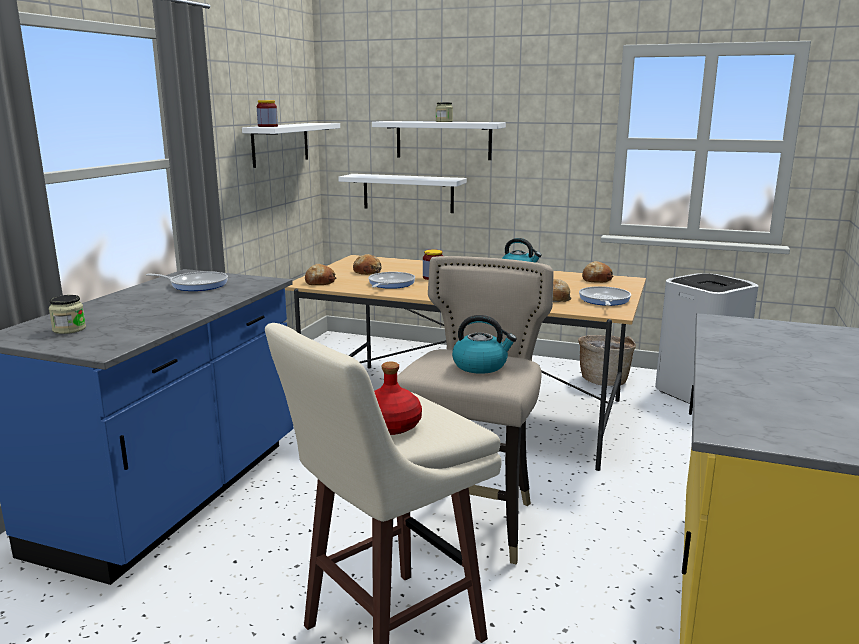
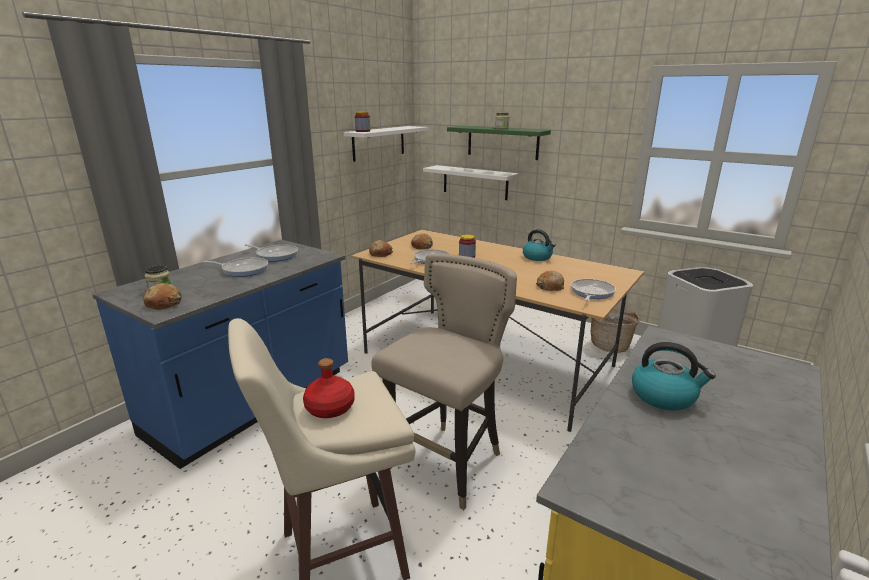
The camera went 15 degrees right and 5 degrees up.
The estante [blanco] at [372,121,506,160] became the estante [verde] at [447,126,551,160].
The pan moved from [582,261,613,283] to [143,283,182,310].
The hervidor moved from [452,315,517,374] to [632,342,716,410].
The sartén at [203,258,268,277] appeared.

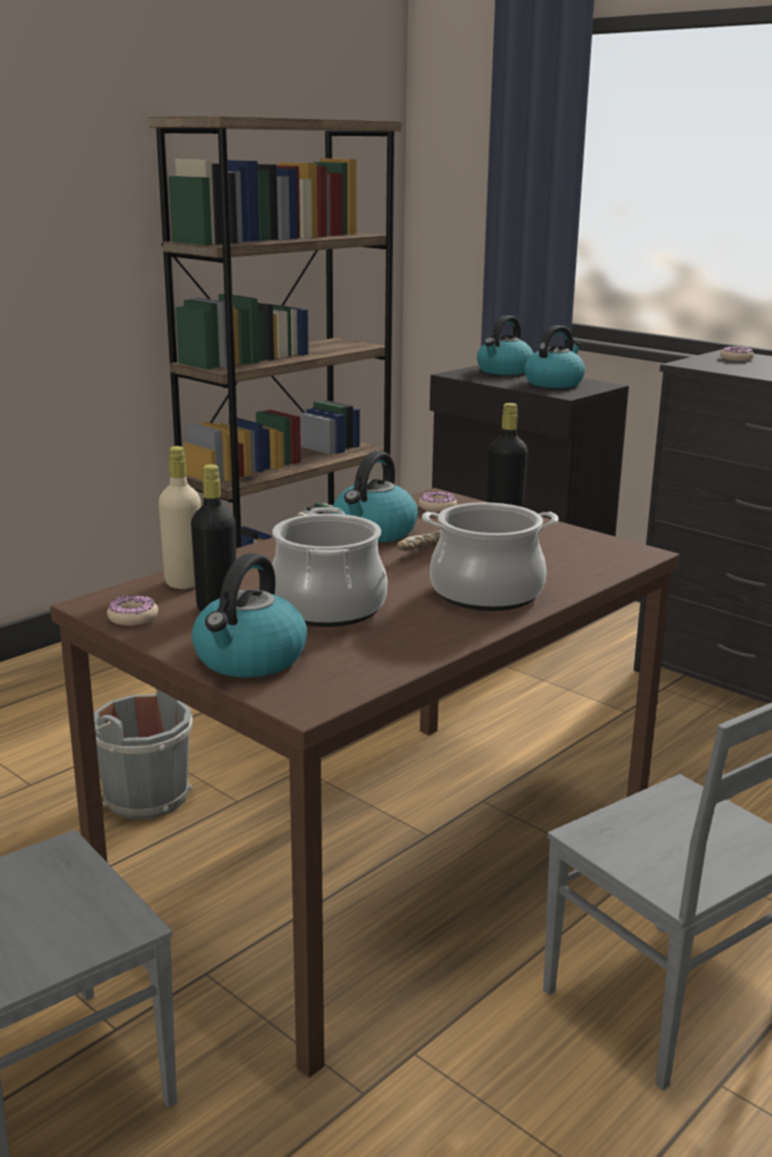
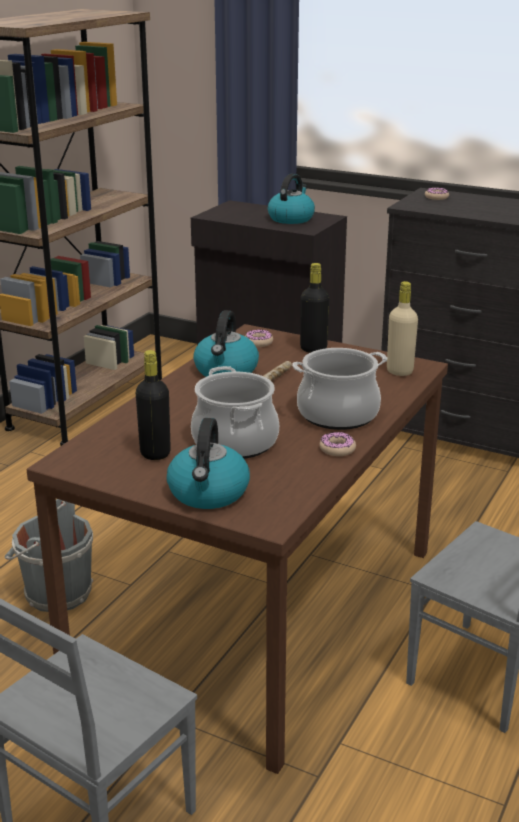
The camera went 15 degrees left and 5 degrees up.
The hervidor at [477,315,534,375] disappeared.
The botella [beis] moved from [158,446,201,589] to [387,281,418,376].
The rosquilla moved from [107,595,158,626] to [319,432,356,456].

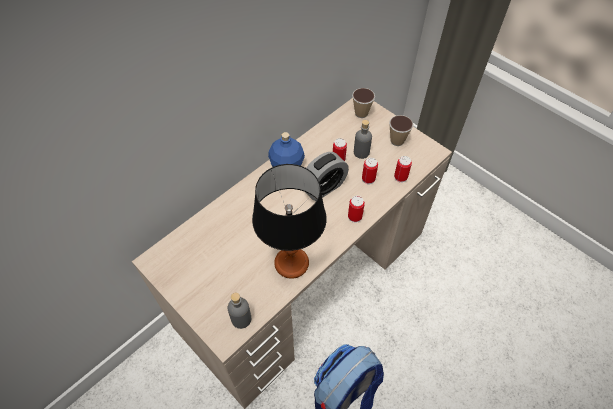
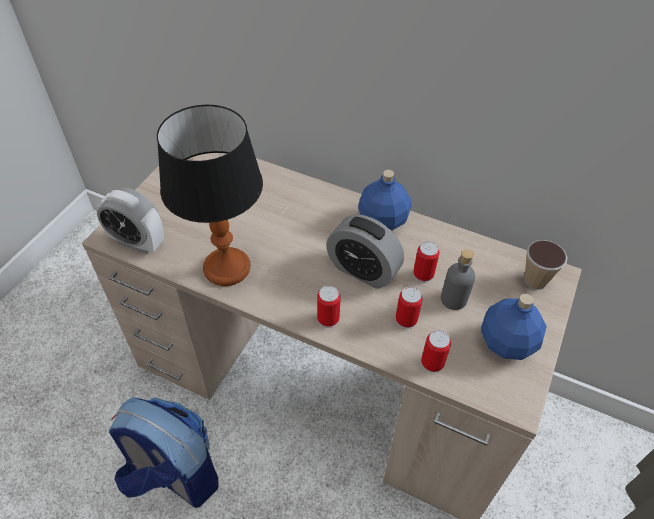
The camera went 70 degrees right and 5 degrees down.
The taza at [389,115,413,146] was replaced by the botella [azul] at [481,294,547,360].
The botella [gris] at [228,293,251,329] was replaced by the despertador at [96,188,164,254].

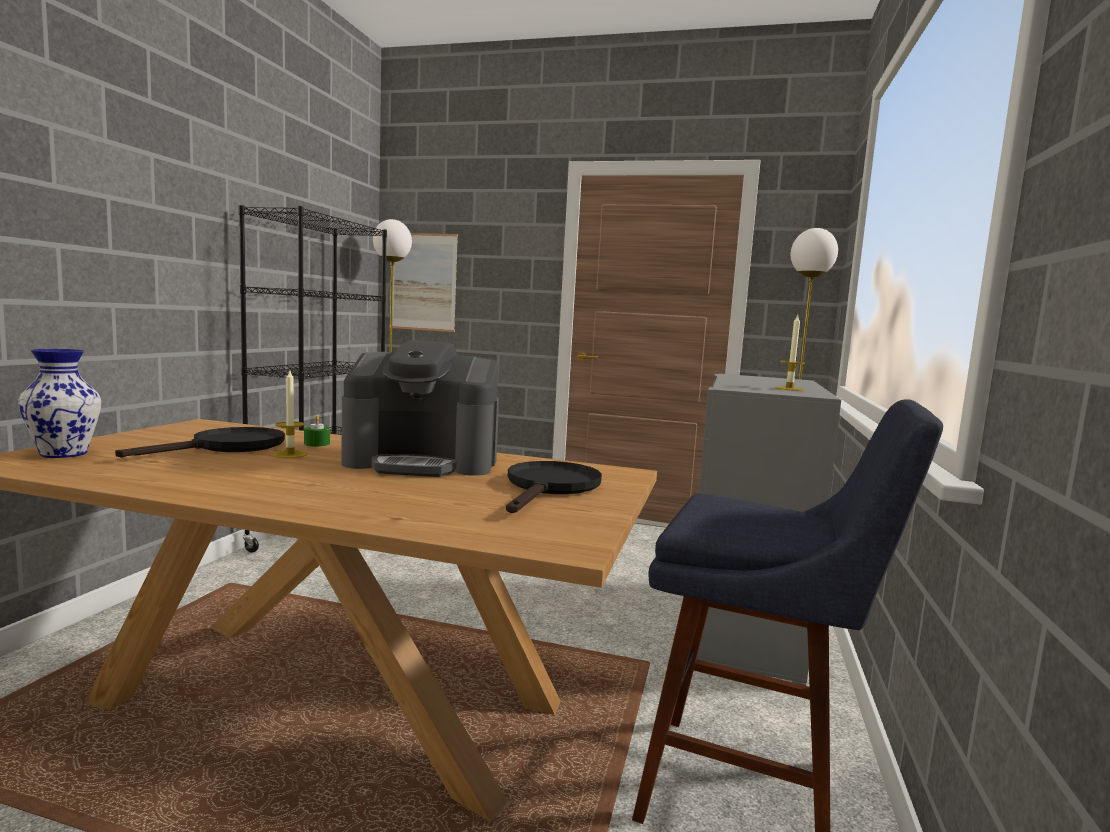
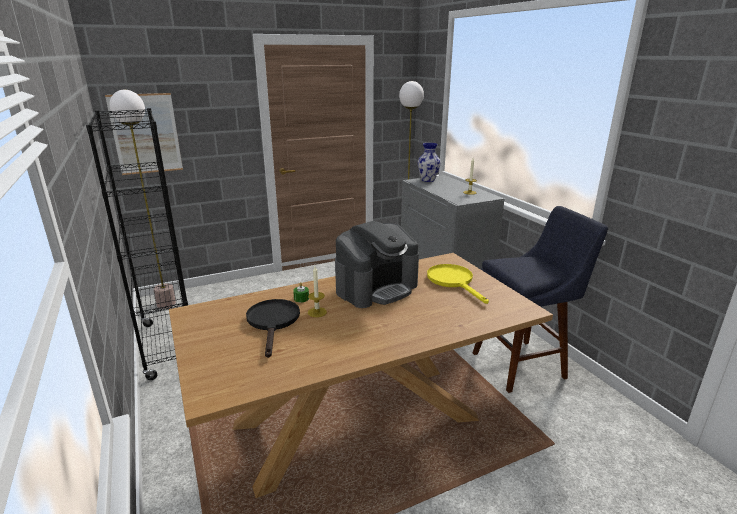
The camera went 40 degrees left and 15 degrees up.
The florero moved from [18,349,101,458] to [418,143,441,182].
The sartén [negro] at [506,461,602,513] became the sartén [amarillo] at [427,264,489,304].

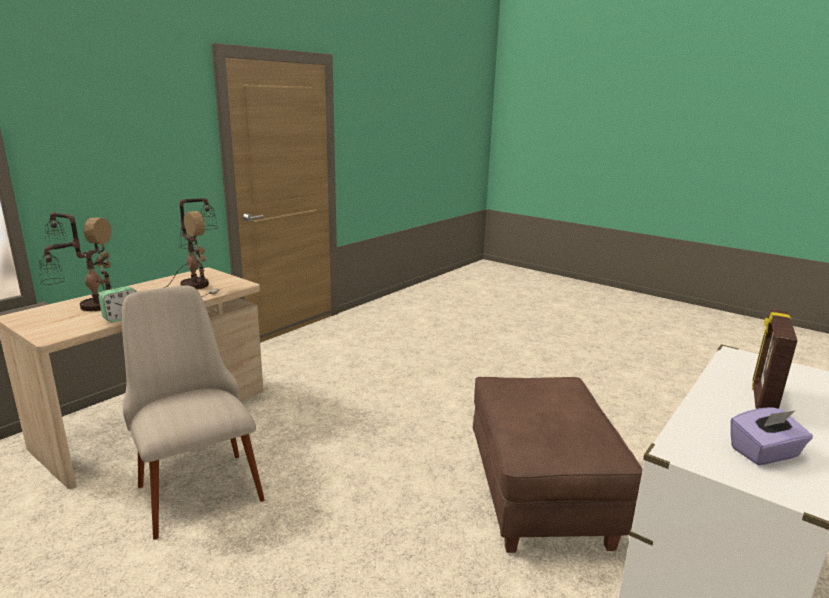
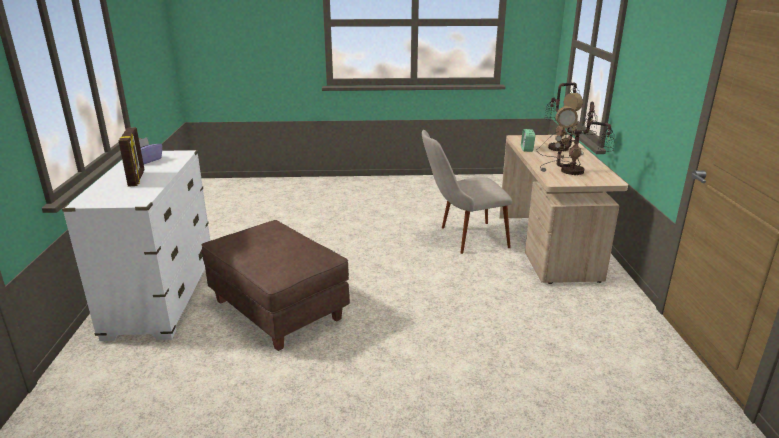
The camera went 140 degrees right and 5 degrees up.
The silla [beis] at [122,285,265,540] turned 150 degrees clockwise.

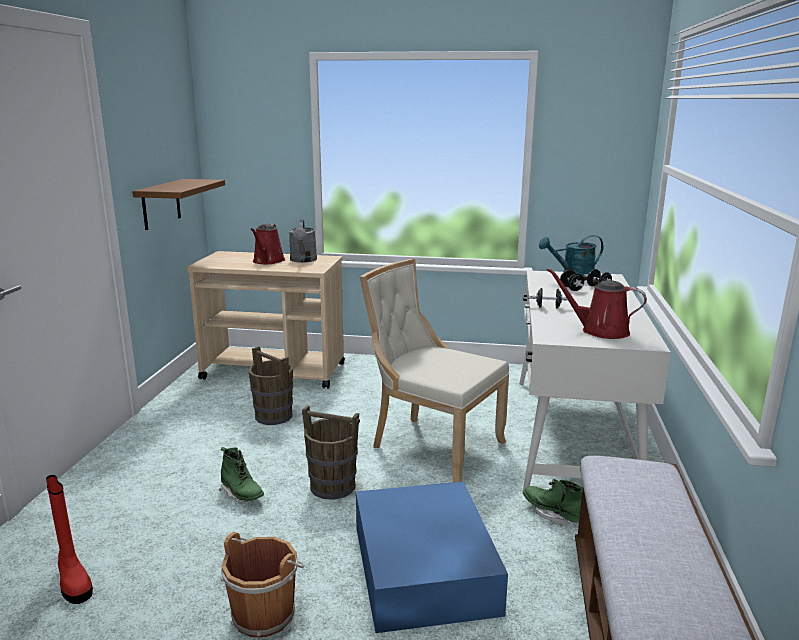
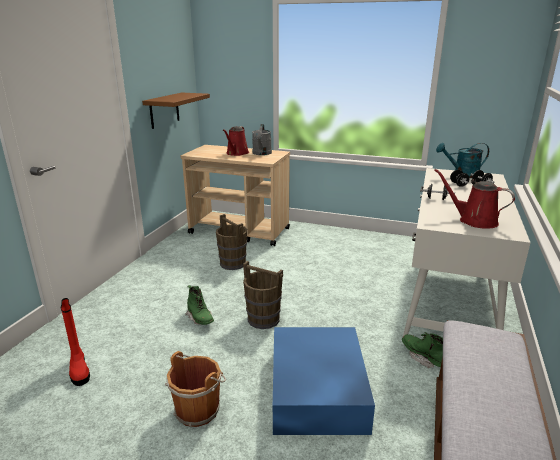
The camera went 10 degrees right and 5 degrees up.
The silla [beis] at [360,259,510,482] disappeared.

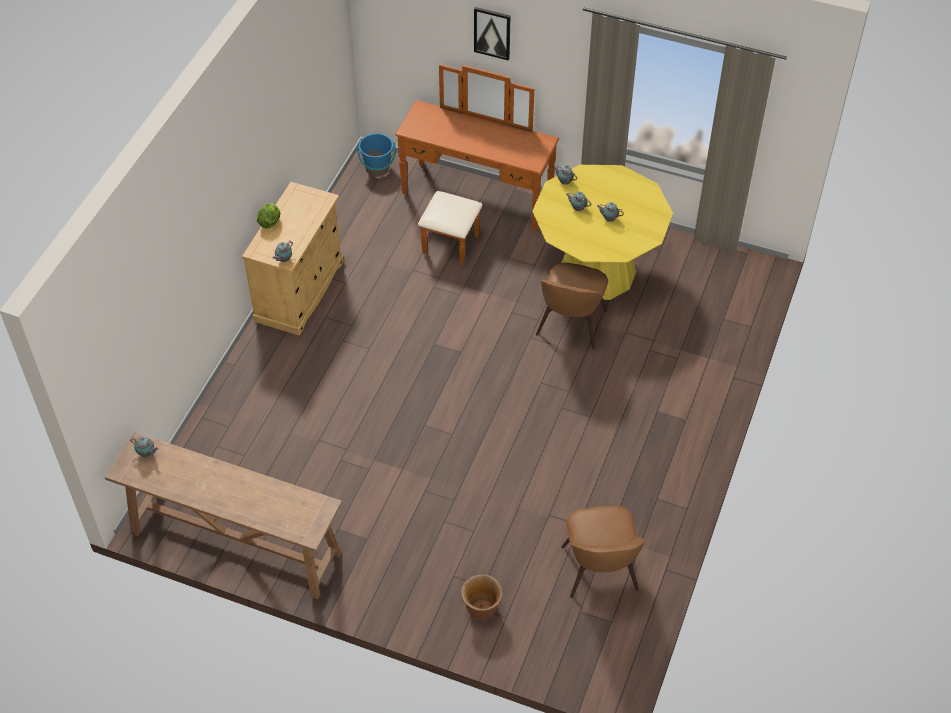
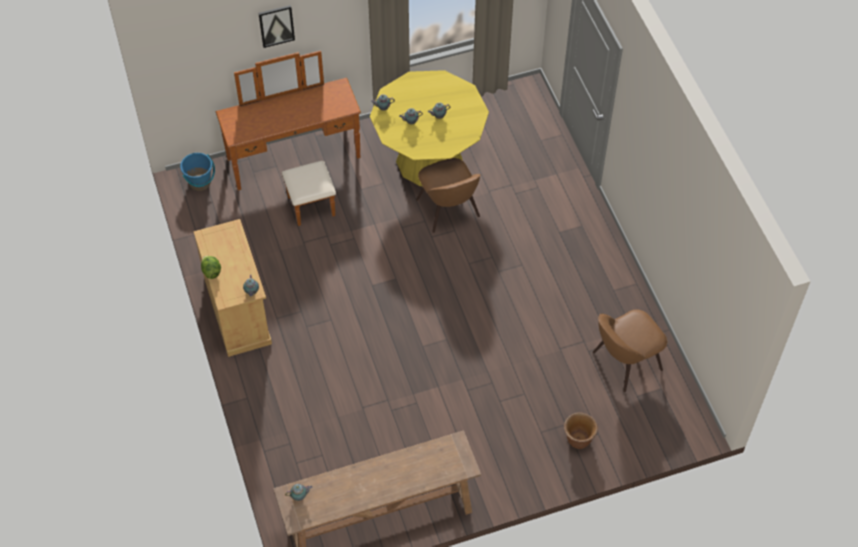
The camera went 40 degrees left and 5 degrees up.
The silla [marrón] at [561,506,645,598] turned 105 degrees clockwise.

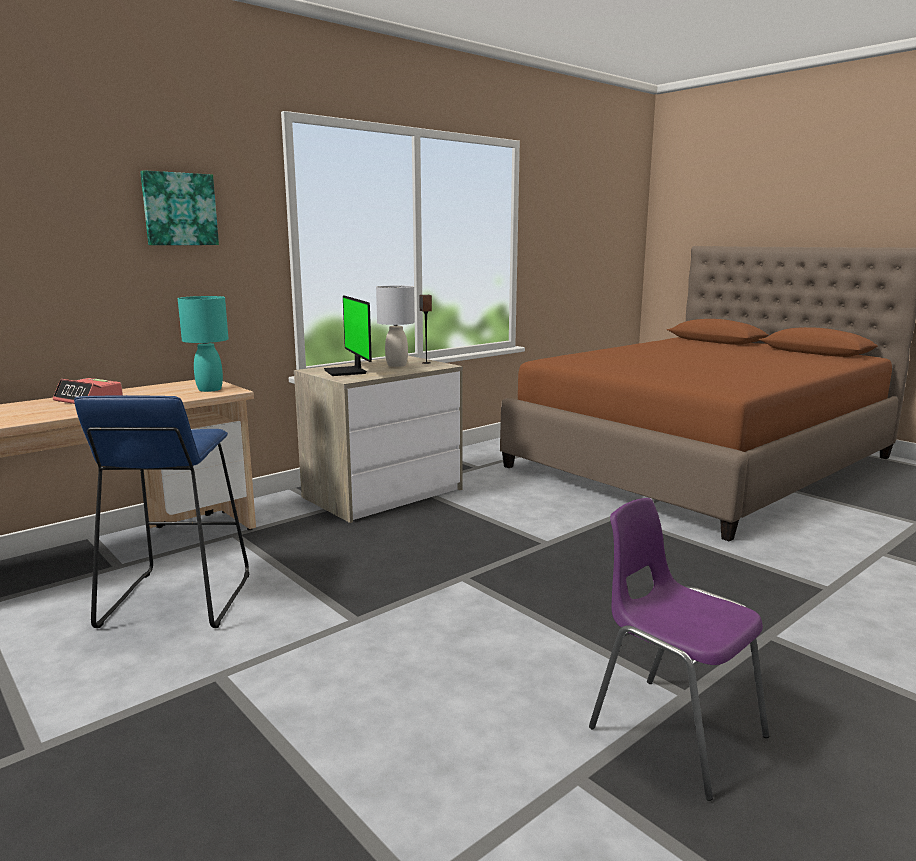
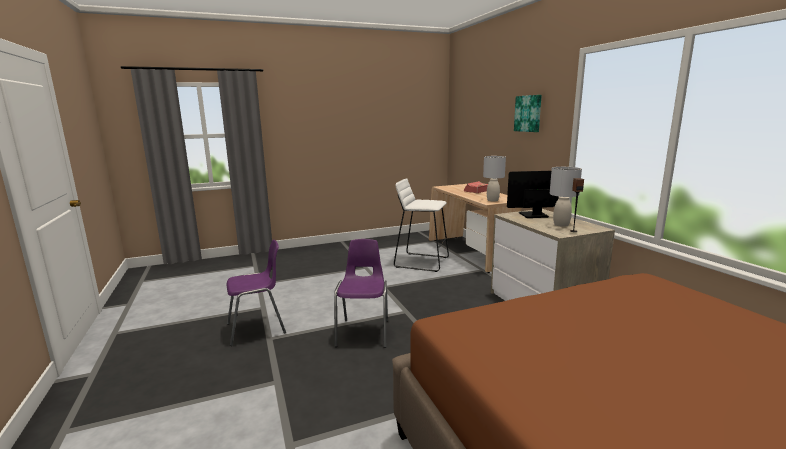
The camera went 110 degrees right and 0 degrees up.
The lámpara de mesa [turquesa] at [178,296,229,392] became the lámpara de mesa [gris] at [483,156,506,202].
The taburete [azul] at [74,395,249,628] became the taburete [blanco] at [394,178,449,272].
The silla [morado] at [334,239,388,348] appeared.

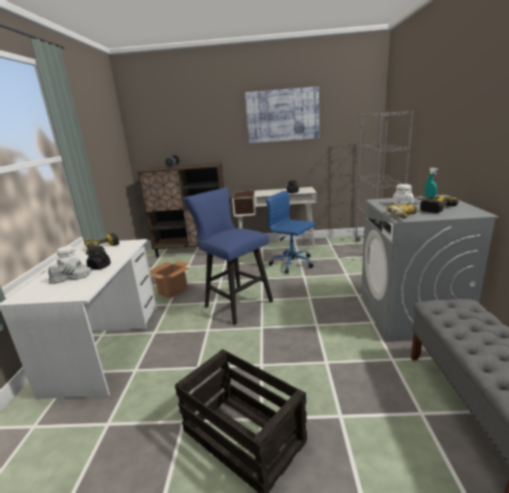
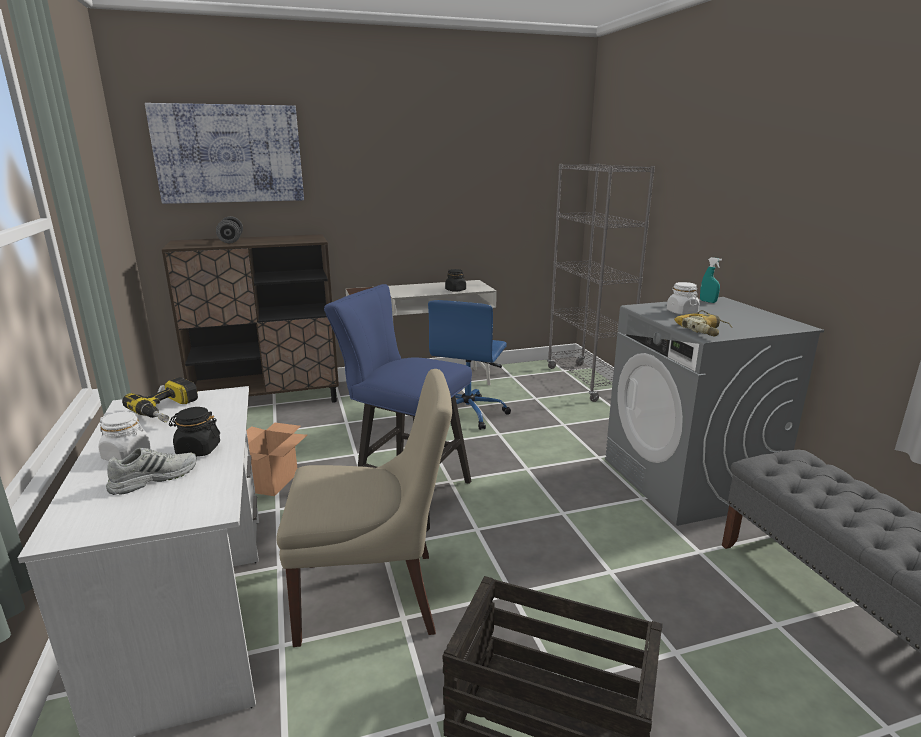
The camera went 20 degrees left and 0 degrees up.
The cuadro moved from [245,86,319,143] to [145,103,304,204].
The silla de oficina [azul] at [266,191,315,273] turned 90 degrees counterclockwise.
The taladro at [418,196,458,213] disappeared.
The silla [beis] at [276,369,452,647] appeared.

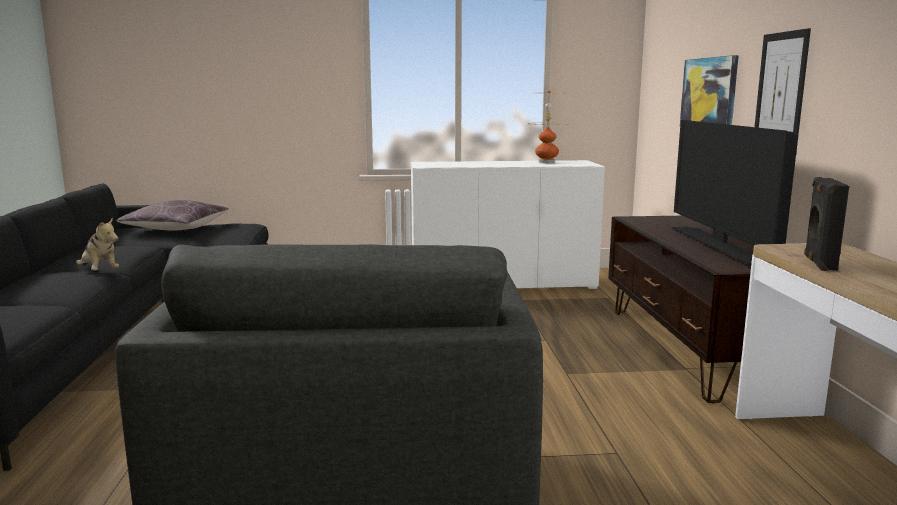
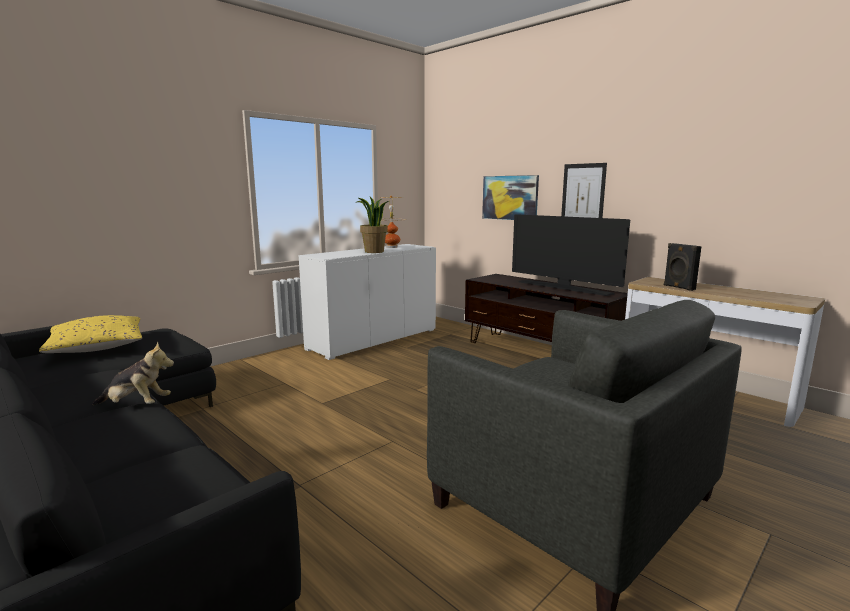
The camera went 40 degrees left and 0 degrees up.
The cojín [marrón] at [117,200,229,231] became the cojín [amarillo] at [39,315,142,353].
The planta en maceta at [357,197,389,253] appeared.

